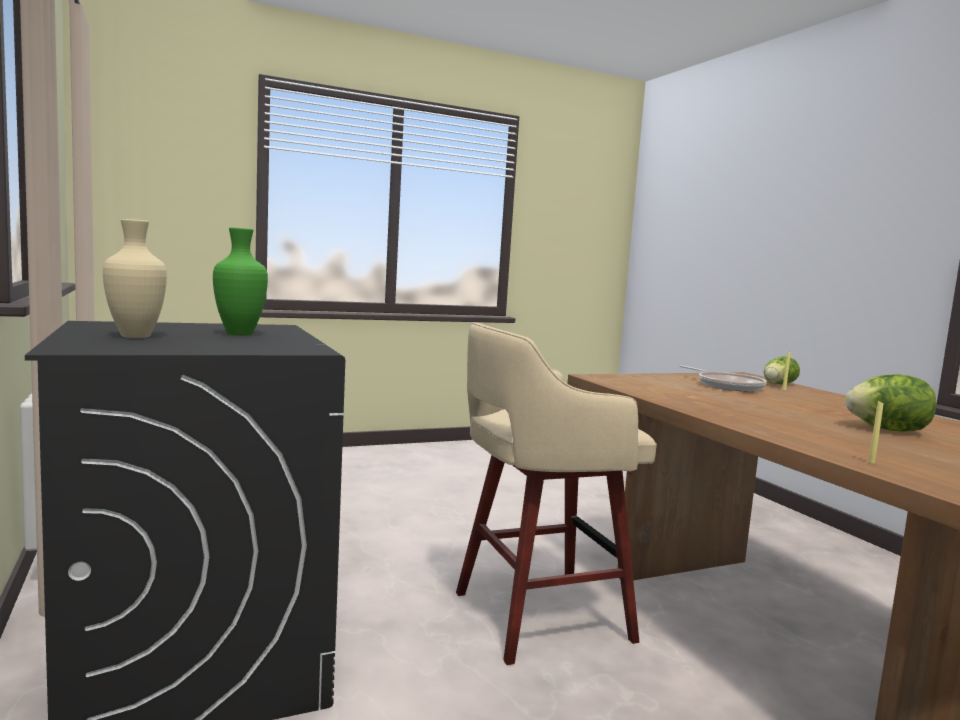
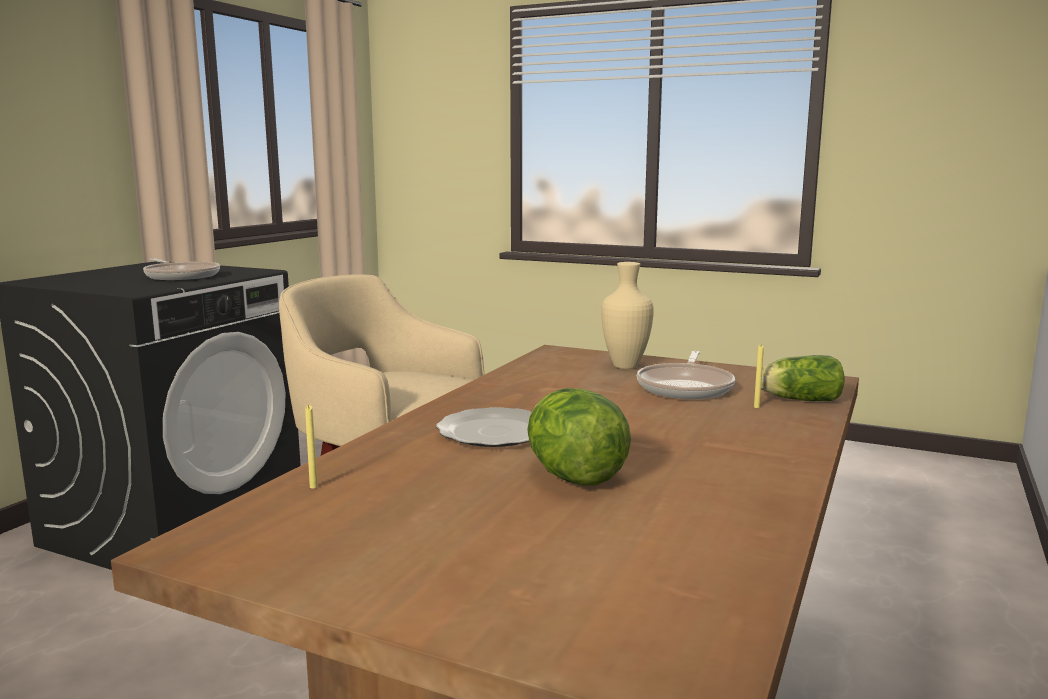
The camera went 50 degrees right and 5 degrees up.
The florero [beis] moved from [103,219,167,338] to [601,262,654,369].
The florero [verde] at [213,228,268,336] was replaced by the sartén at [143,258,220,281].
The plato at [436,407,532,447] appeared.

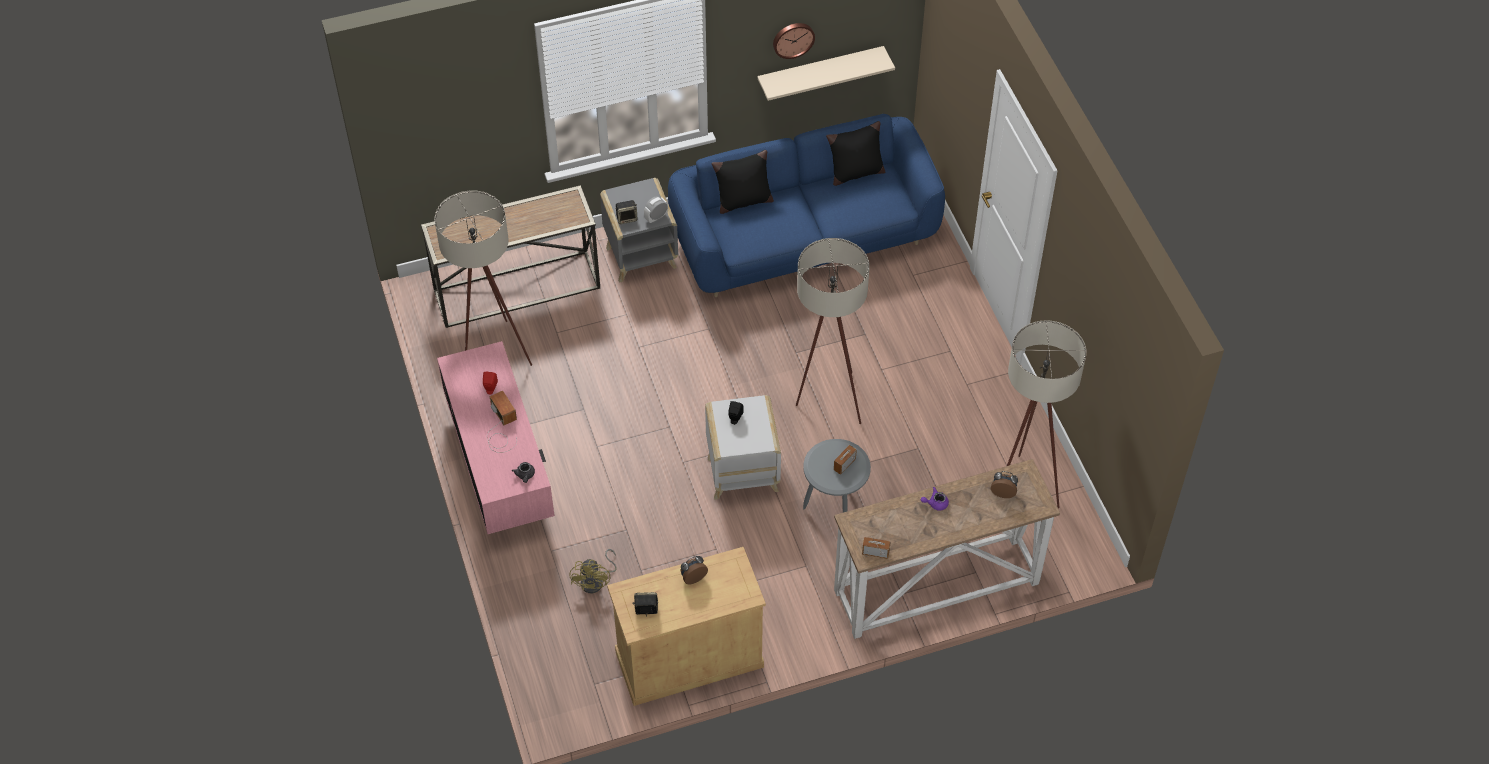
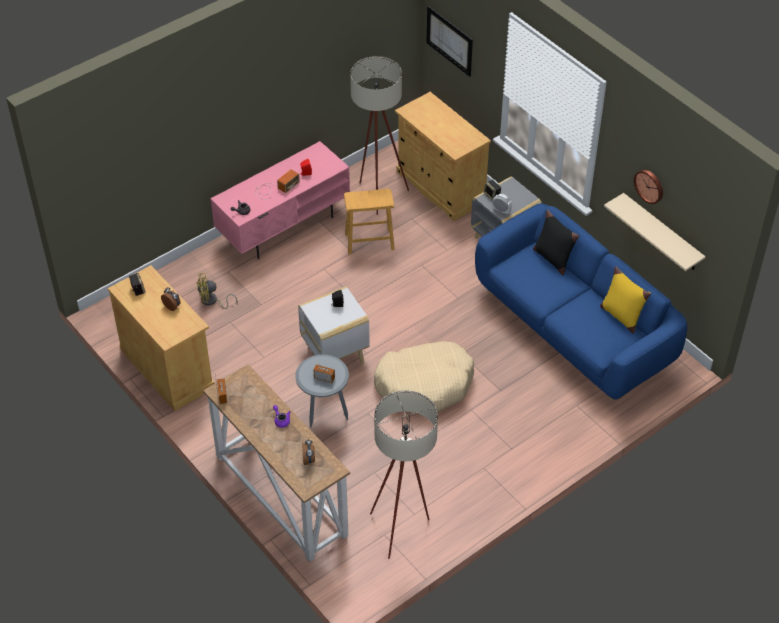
The camera went 70 degrees right and 5 degrees down.
The cojín [negro] at [826,121,885,186] became the cojín [amarillo] at [600,266,651,334].
The mesa consola at [421,185,600,328] was replaced by the armario [beis] at [395,92,491,221].
The lámpara de pie [beis] at [796,238,870,424] was replaced by the cama para perro [beis] at [374,341,474,413].
The cuadro at [426,6,473,77] appeared.
The taburete [marrón] at [344,189,395,254] appeared.

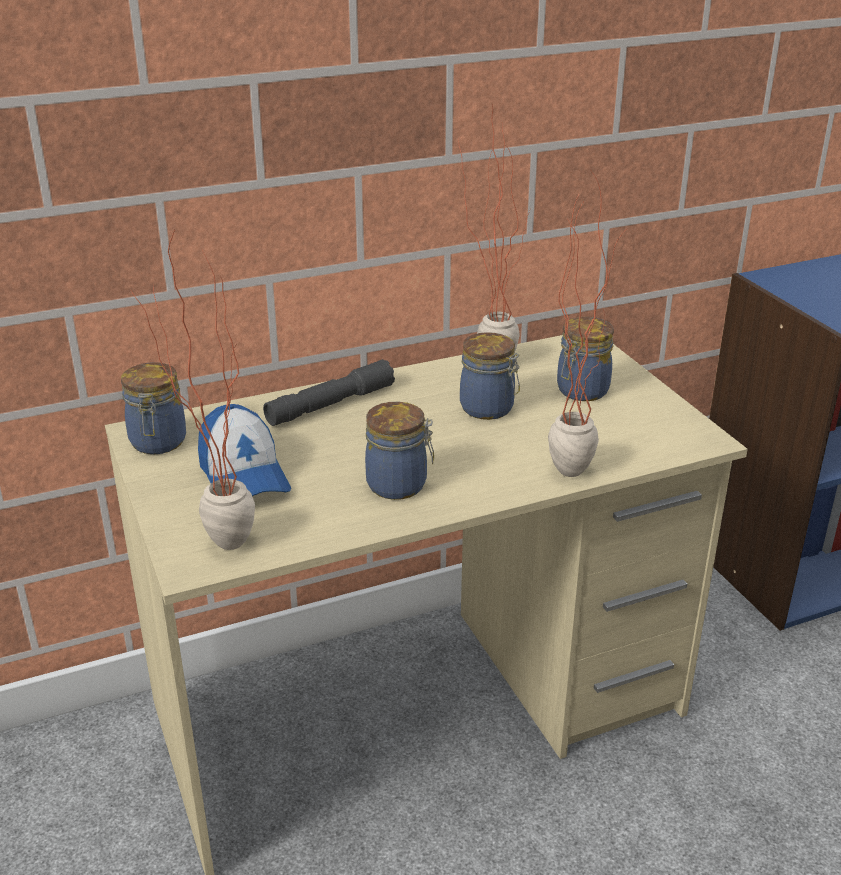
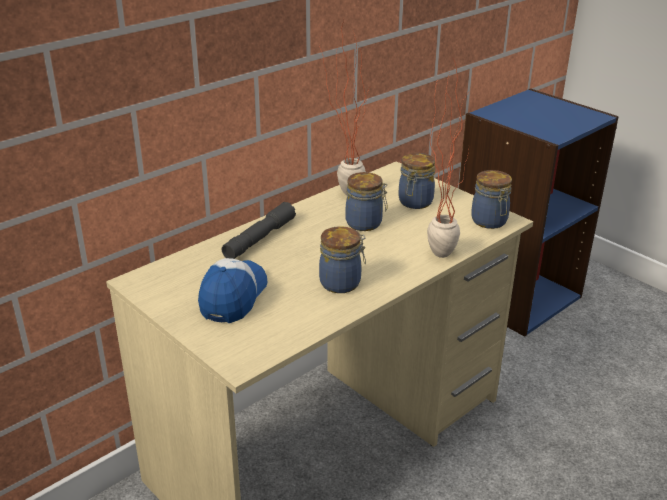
The camera went 20 degrees left and 0 degrees up.
The planta en maceta at [130,230,255,550] disappeared.
The tarro moved from [121,362,186,454] to [471,170,512,229].
The gorra at [198,404,291,496] turned 120 degrees counterclockwise.

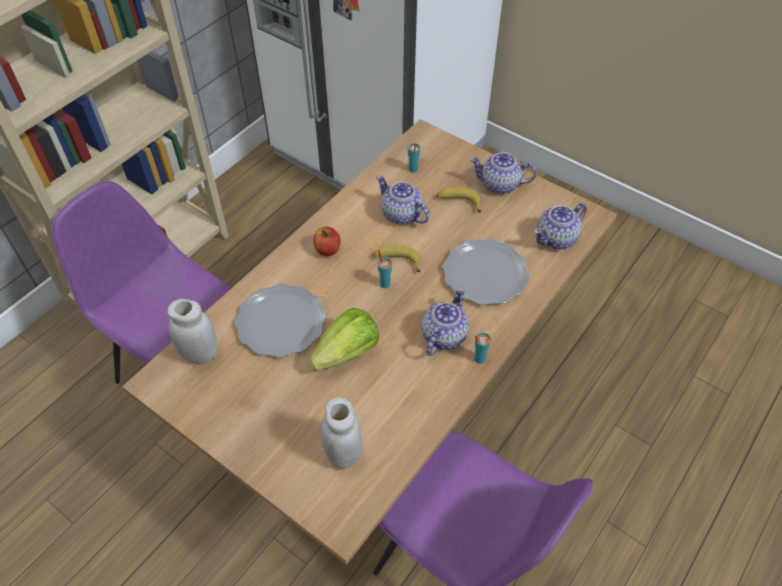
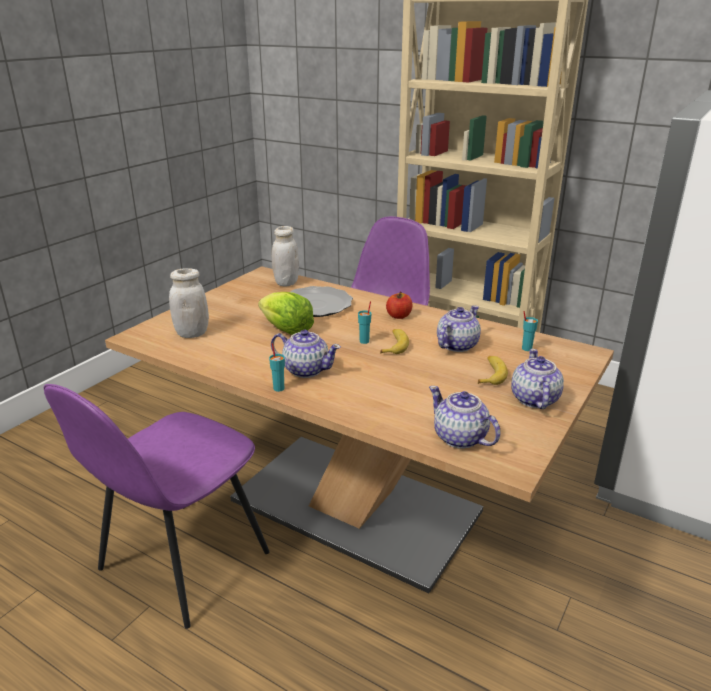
The camera went 85 degrees right and 25 degrees down.
The plato at [443,238,530,305] disappeared.

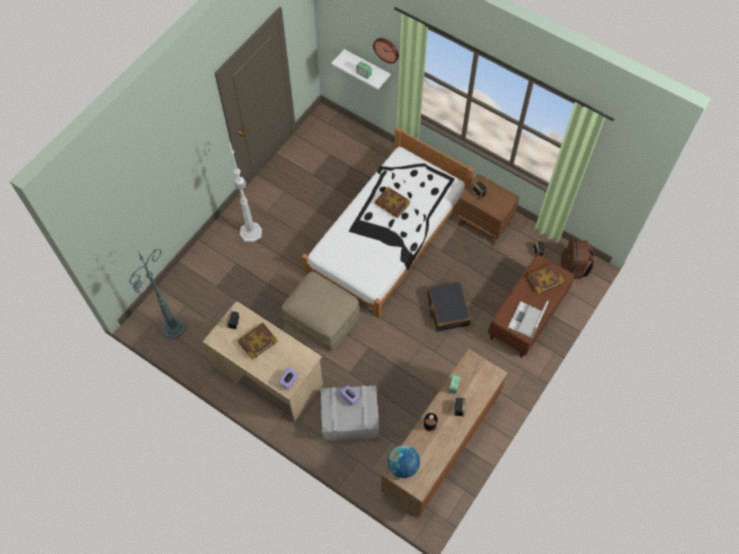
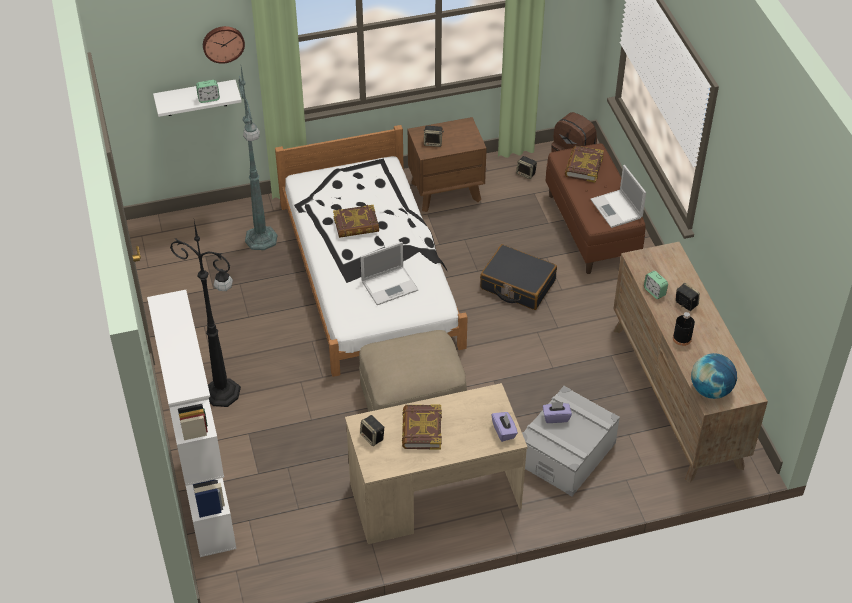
The camera went 50 degrees left and 15 degrees down.
The lámpara de pie [blanco] at [229,142,262,242] became the lámpara de pie [negro] at [170,221,241,407].
The lámpara de pie [verde] moved from [130,248,187,339] to [239,67,277,250].
The portátil at [360,242,419,305] appeared.
The estantería [blanco] at [147,290,237,557] appeared.

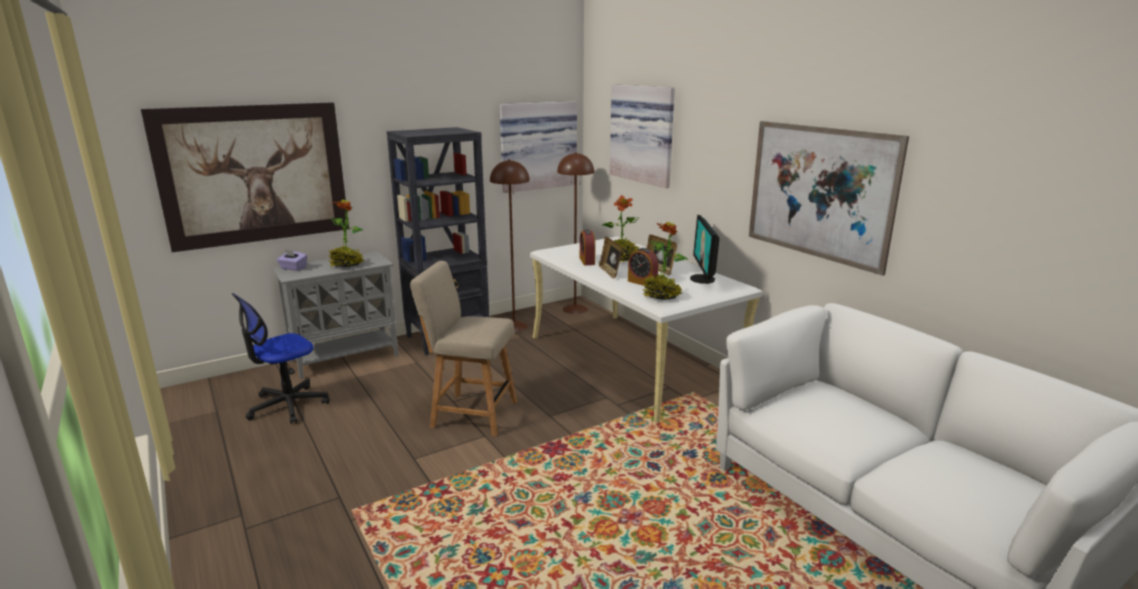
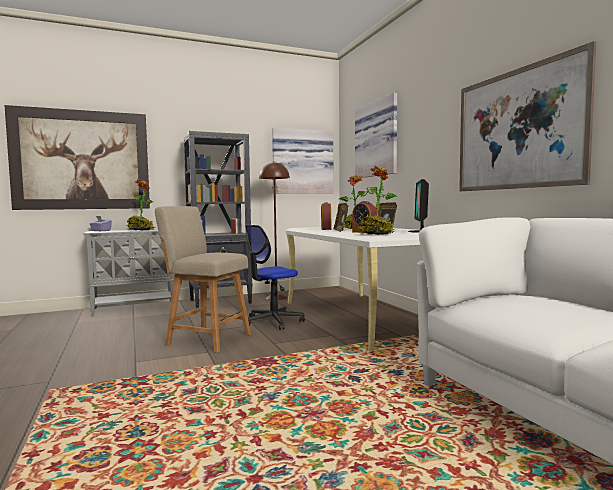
The camera went 10 degrees right and 15 degrees down.
The lámpara de pie [marrón] at [557,152,594,314] disappeared.
The silla de oficina moved from [232,293,330,424] to [245,225,305,330].

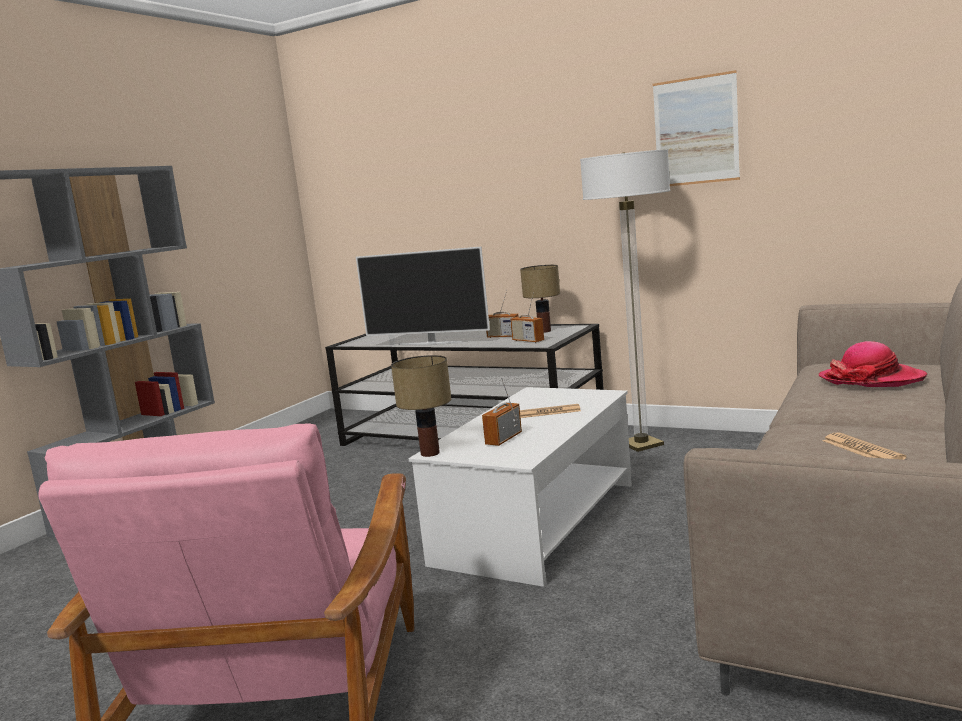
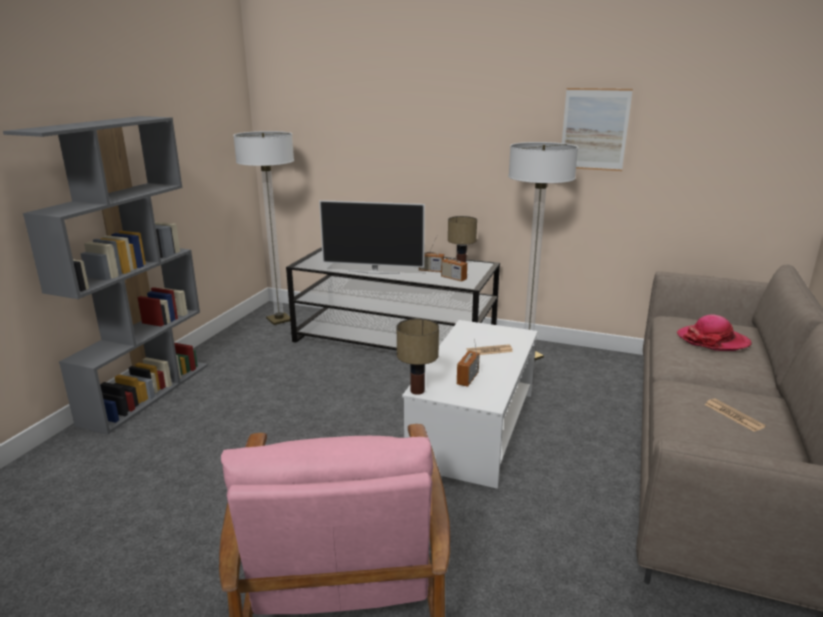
The camera went 10 degrees left and 10 degrees up.
The lámpara de pie at [233,131,294,325] appeared.

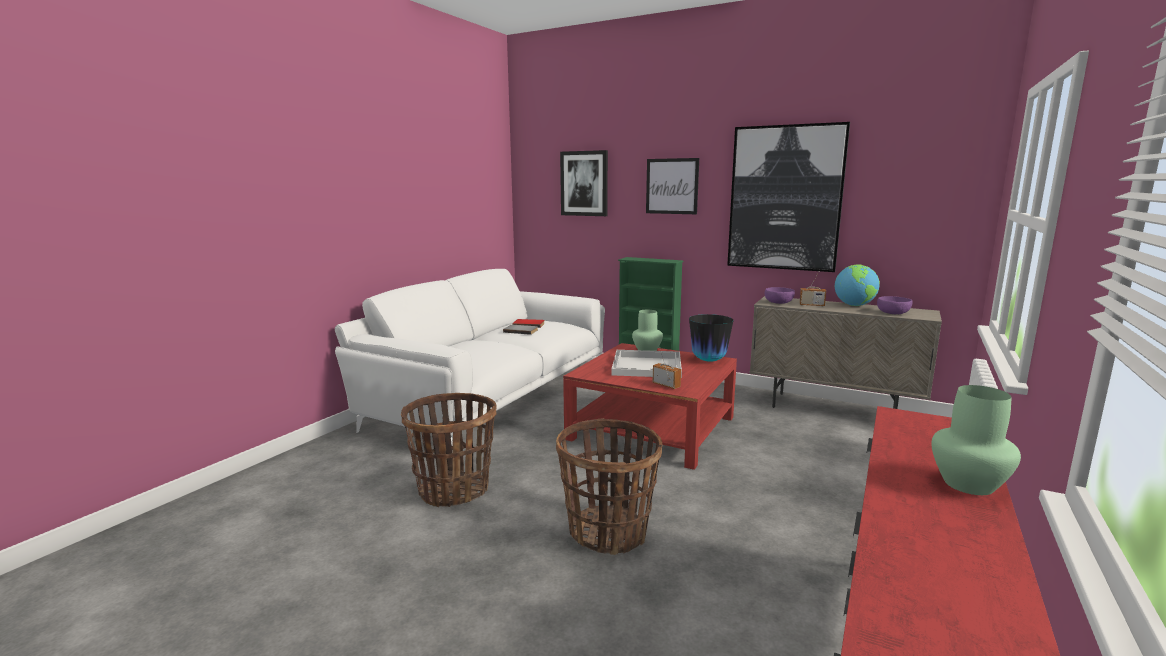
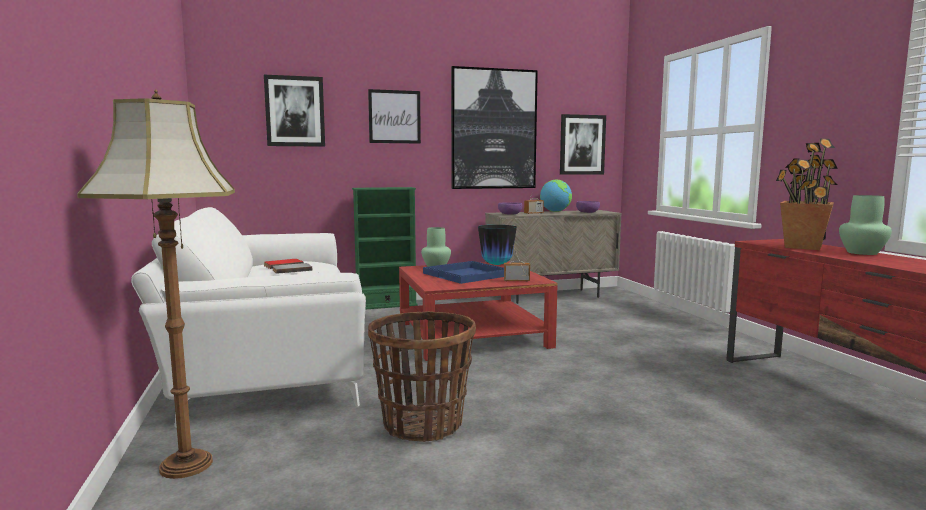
The camera went 45 degrees left and 5 degrees down.
The bandeja [blanco] at [611,350,682,378] became the bandeja [azul] at [423,261,504,284].
The cesta at [556,418,662,555] disappeared.
The lámpara de pie at [77,89,235,479] appeared.
The cuadro at [560,114,606,175] appeared.
The planta en maceta at [776,138,838,250] appeared.

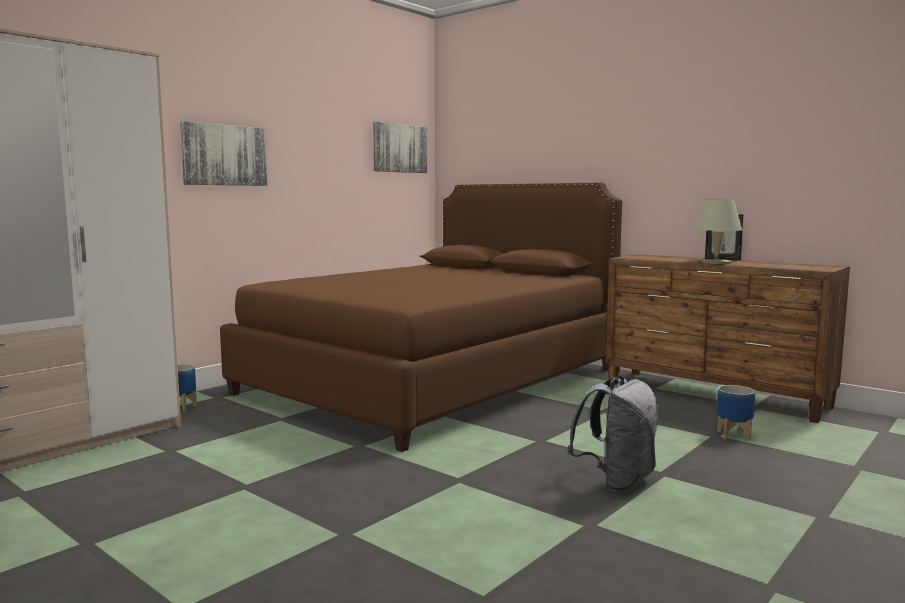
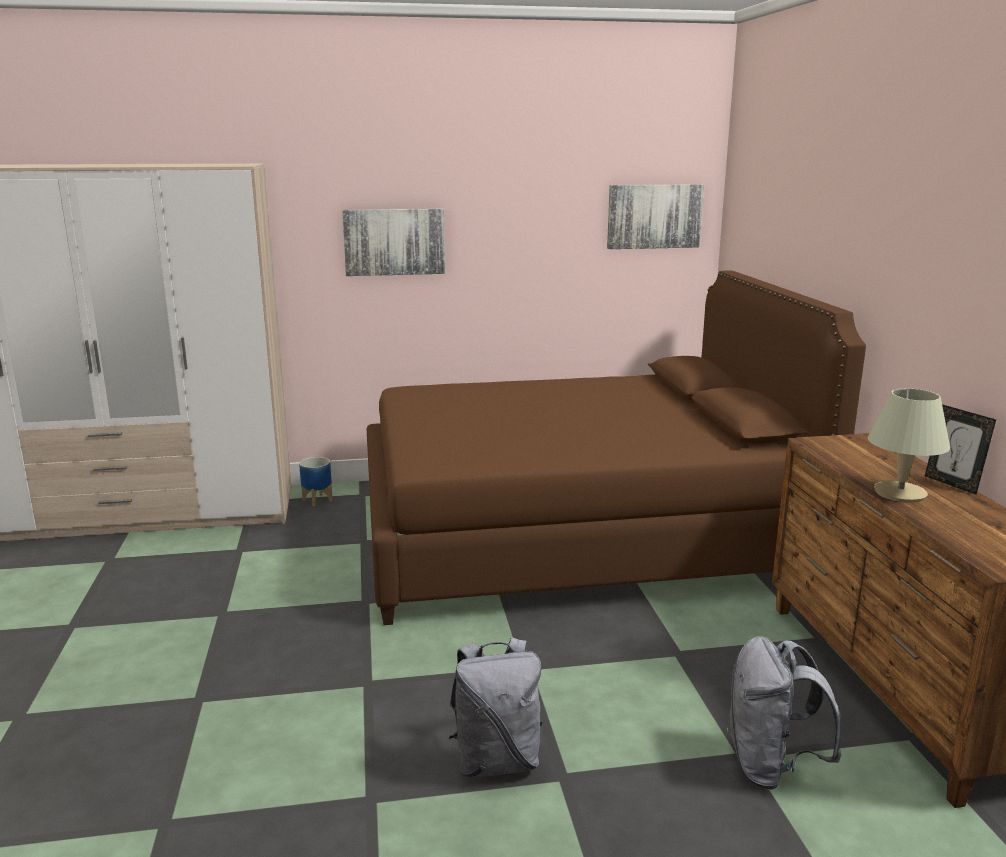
The camera went 40 degrees right and 10 degrees up.
The maceta at [716,385,755,440] was replaced by the mochila [gris] at [727,636,842,790].

